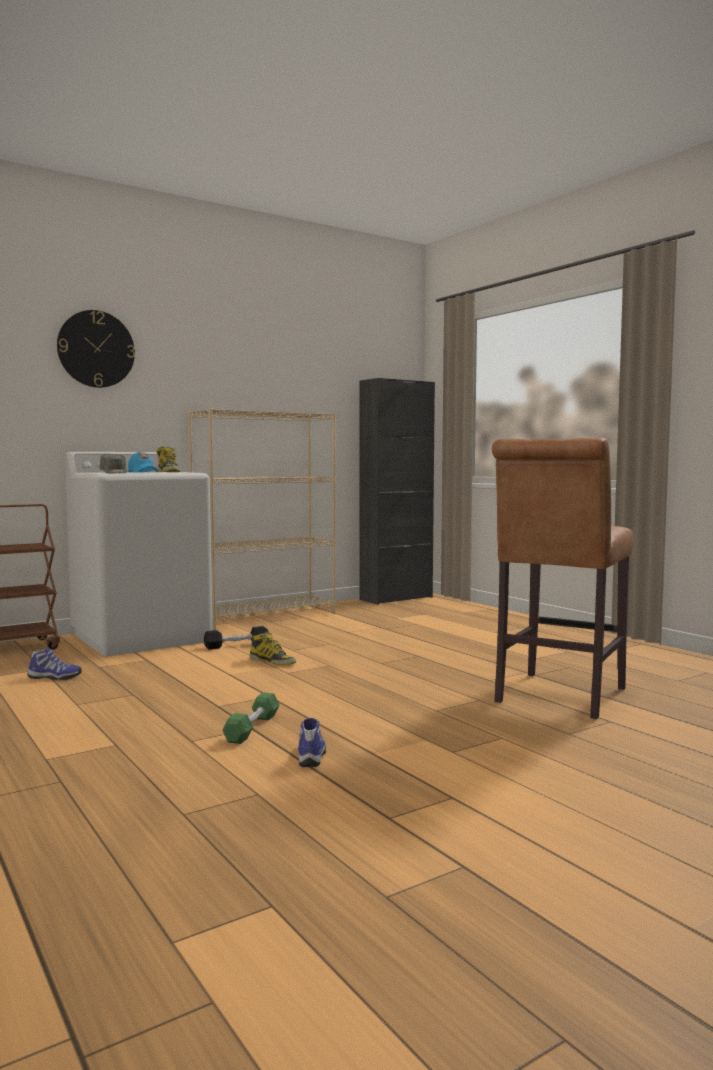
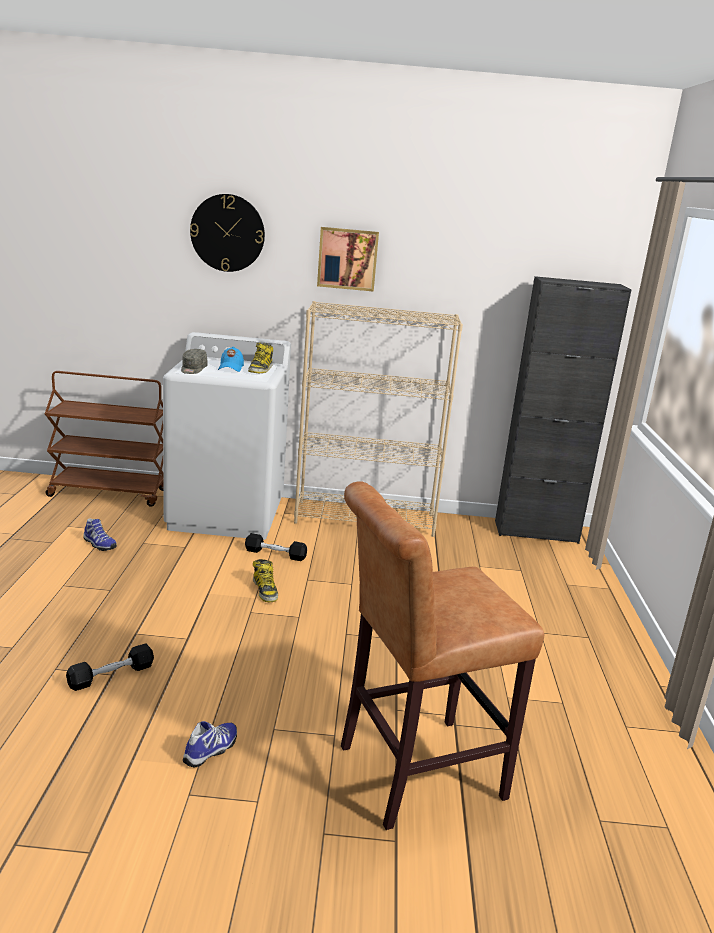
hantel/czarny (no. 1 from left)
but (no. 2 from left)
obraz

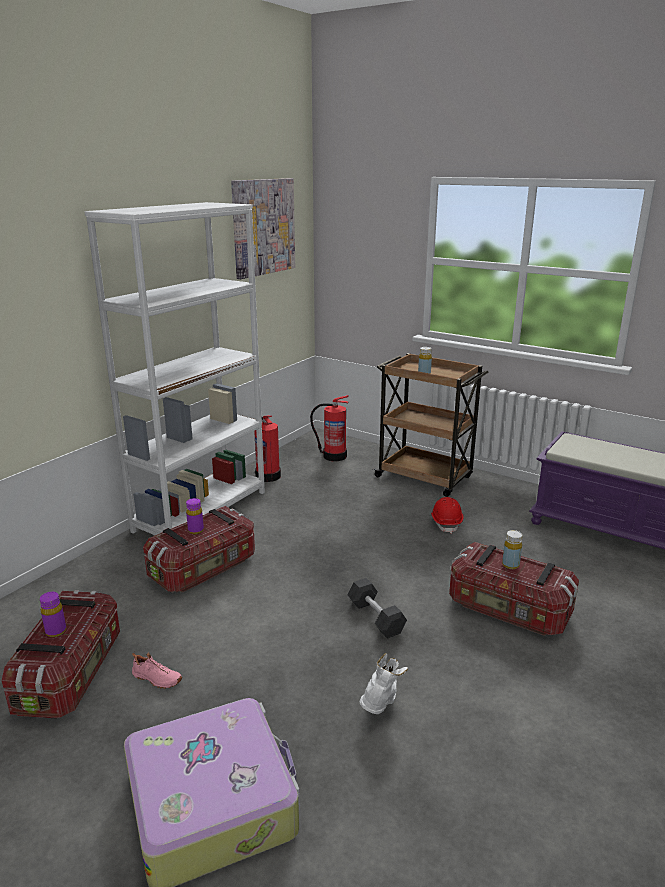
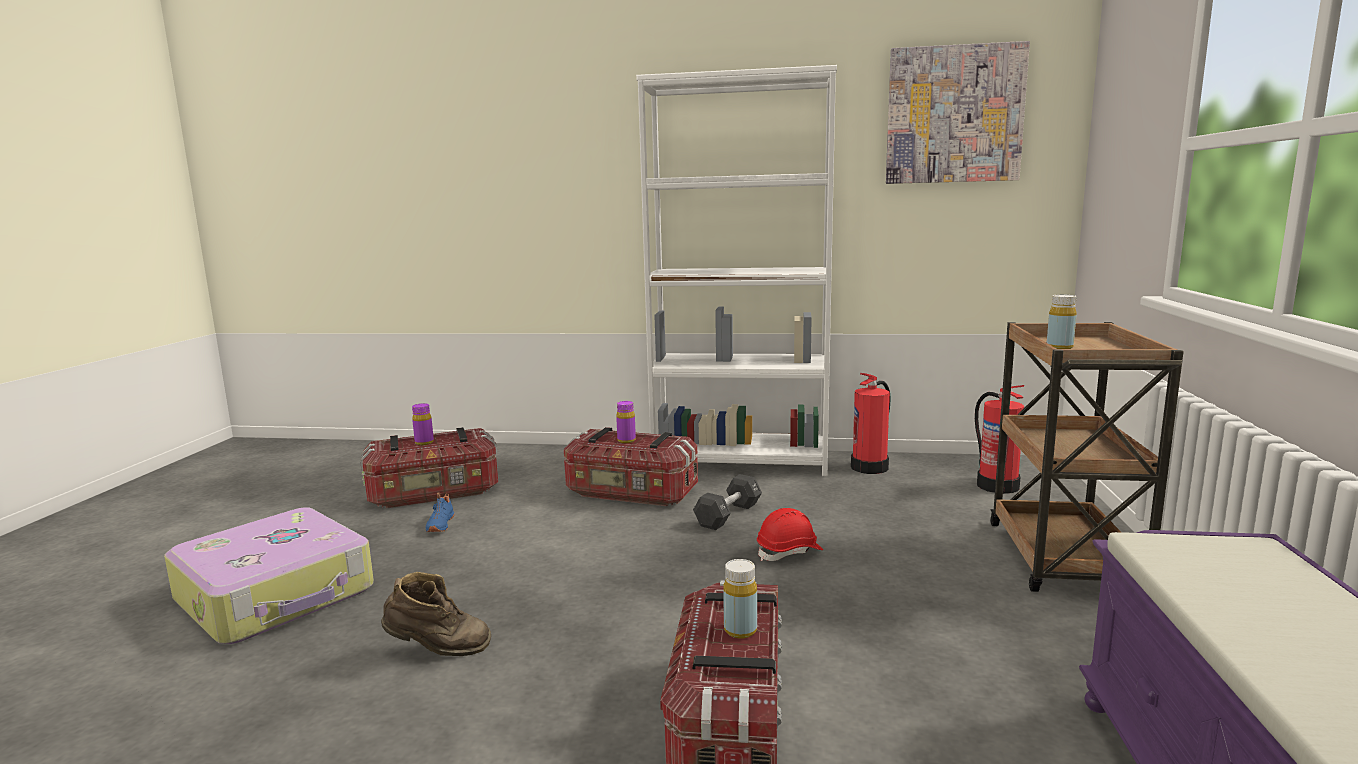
kask/czerwony
hantel/czarny
but/niebieski
but z cholewką/brązowy

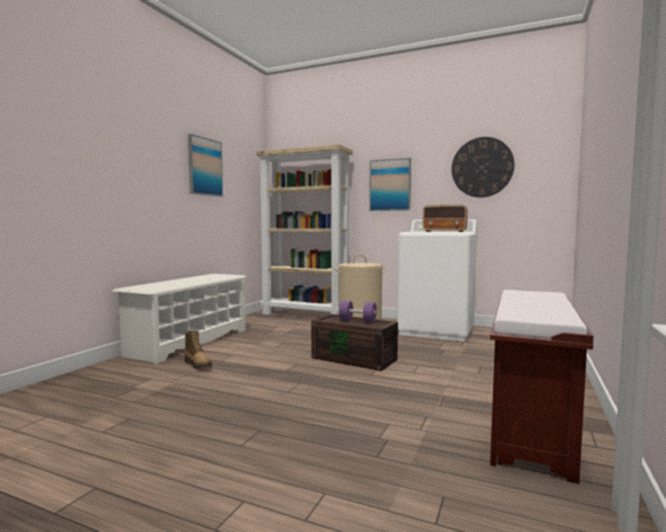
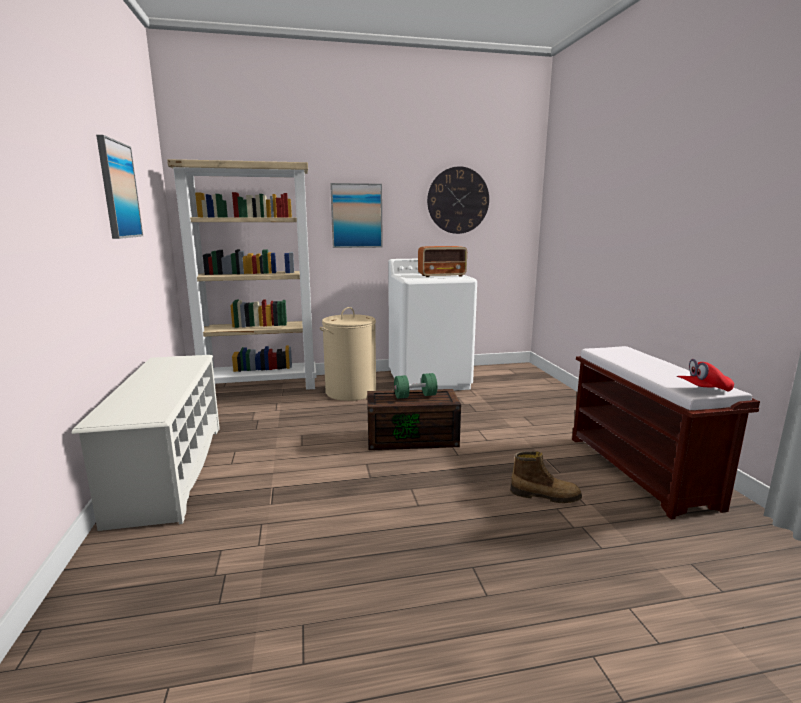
hantel/zielony
but z cholewką
czapka z daszkiem/czerwony

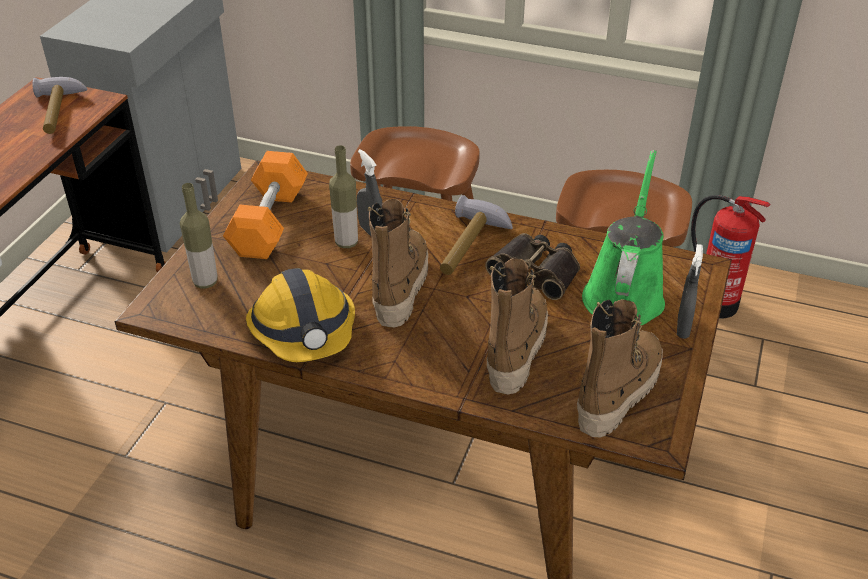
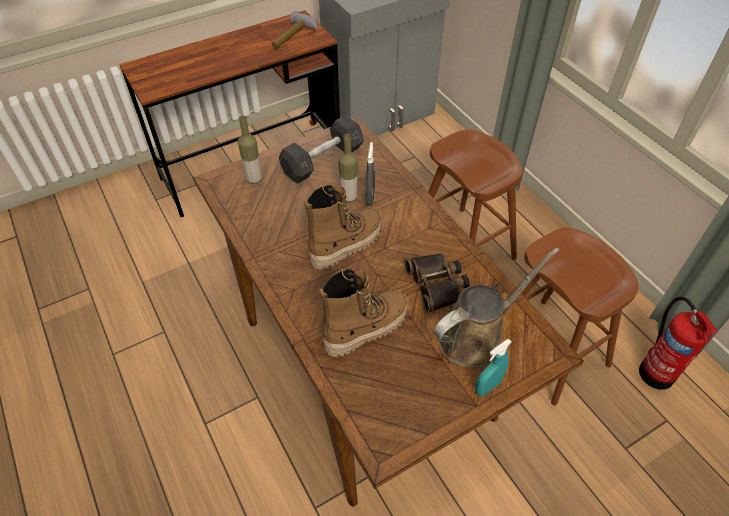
konewka/brązowy
hantel/szary
młotek (no. 2 from left in the first image)
spryskiwacz/turkusowy
kask
but z cholewką (no. 3 from left in the first image)

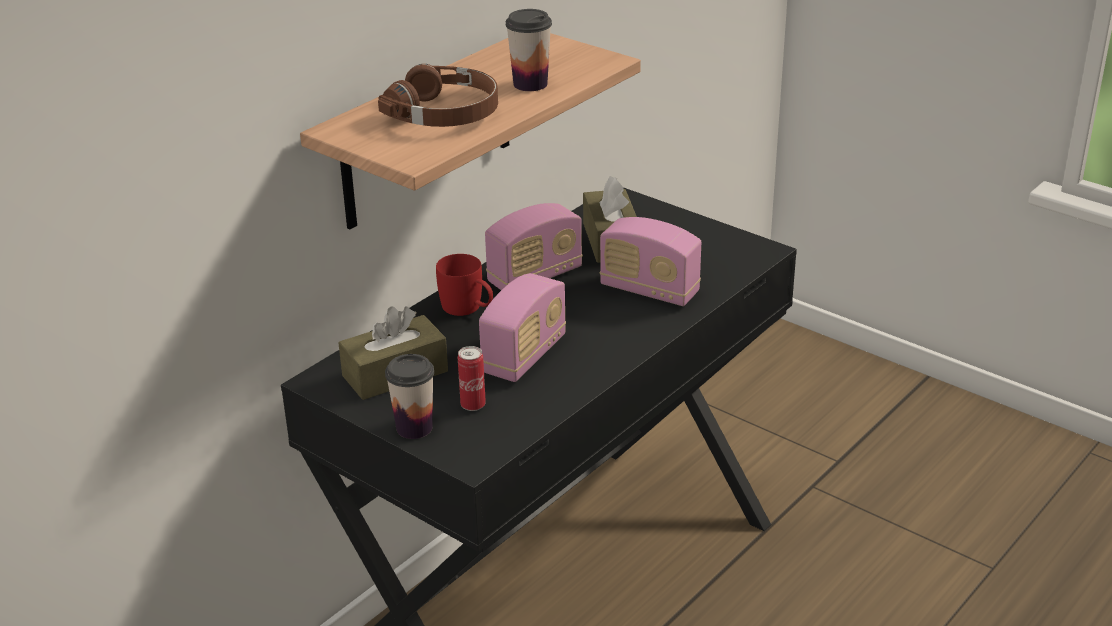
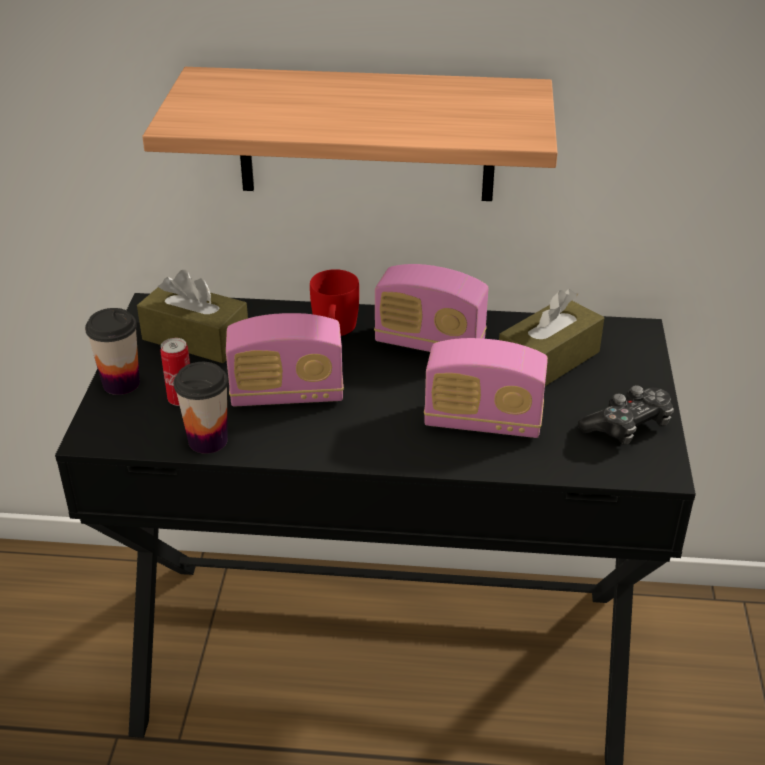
filiżanka (no. 2 from left)
słuchawki/brązowy
radio (no. 3 from left)
pad do gier

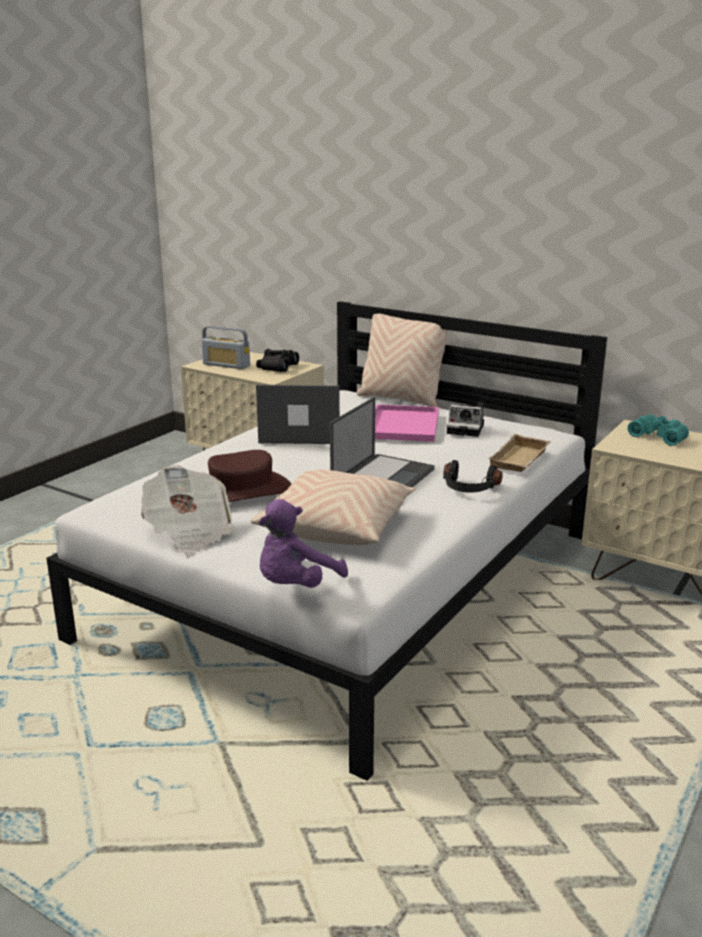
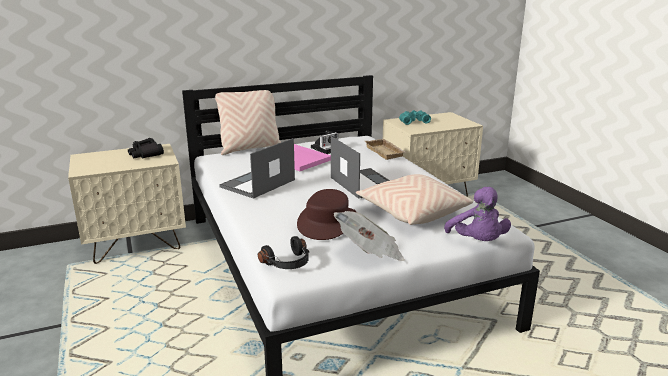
radio
słuchawki/czarny

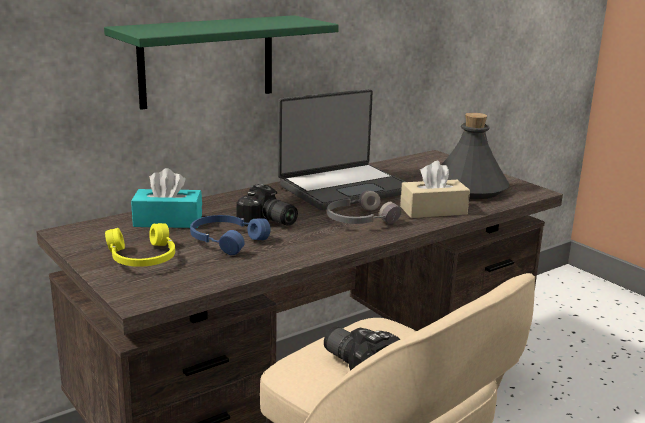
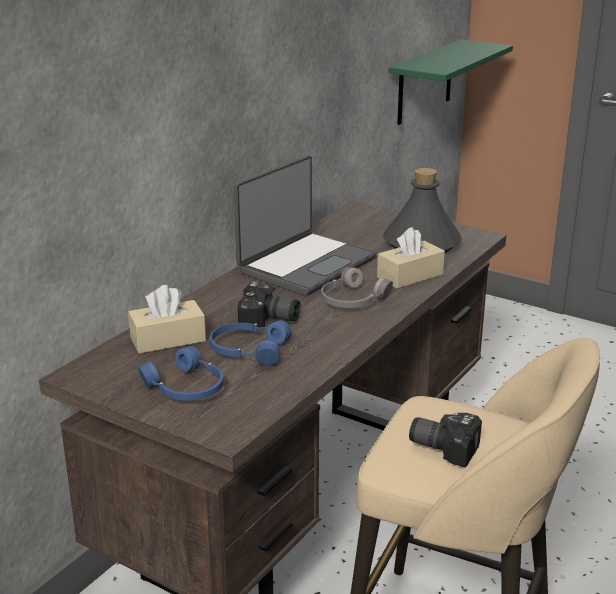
półka/zielony
pudełko chusteczek/beżowy (no. 1 from left)
słuchawki/niebieski (no. 1 from left)

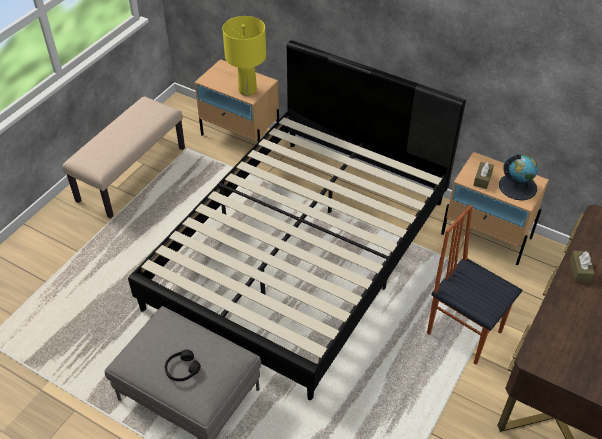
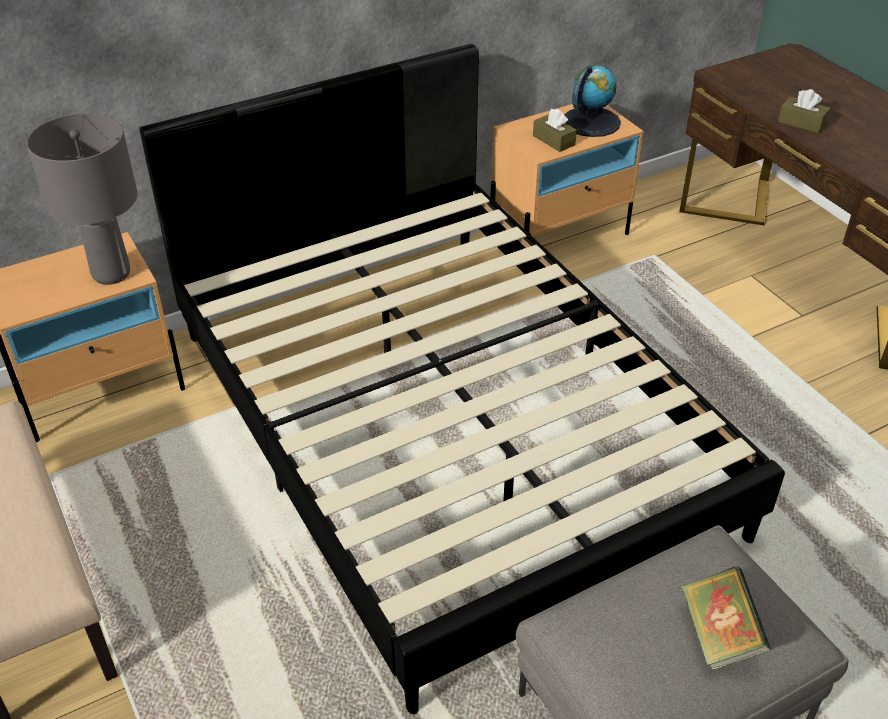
lampa stołowa/szary
krzesło
książka

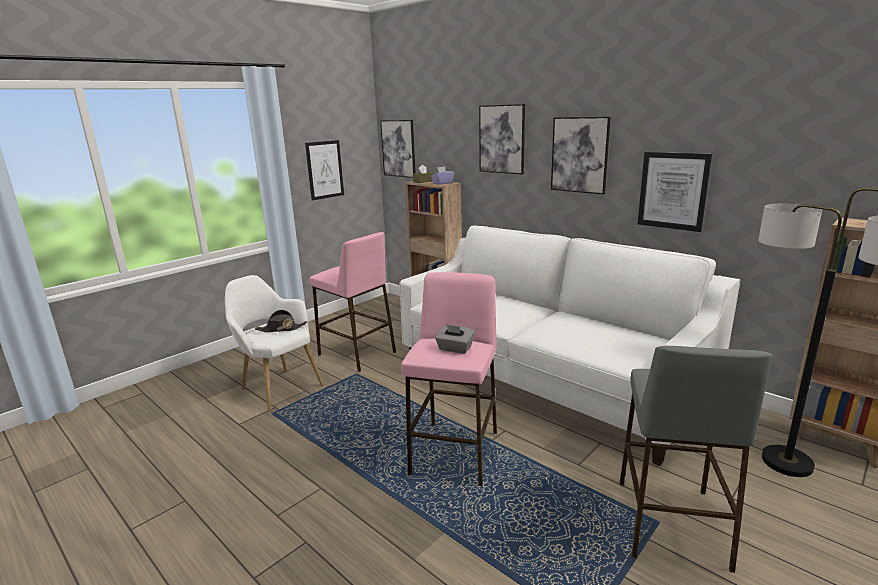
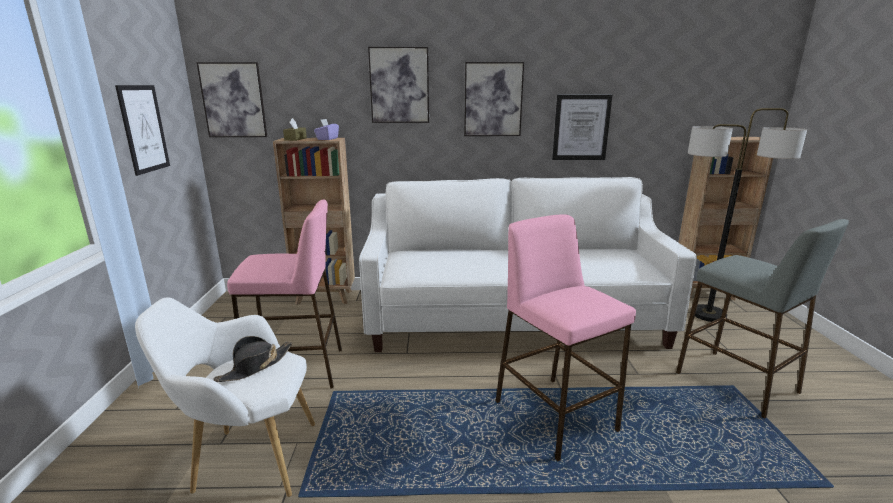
pudełko chusteczek/szary

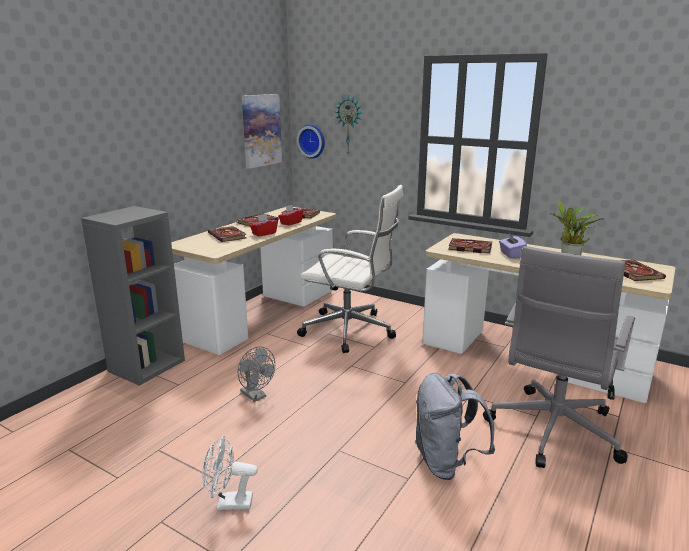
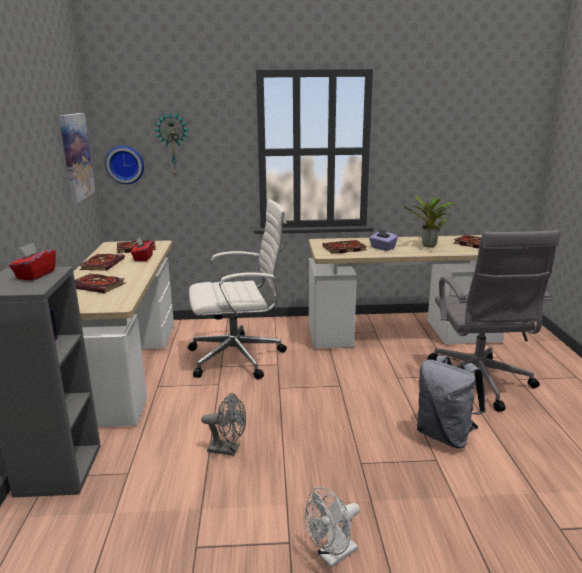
pudełko chusteczek/czerwony (no. 1 from left)

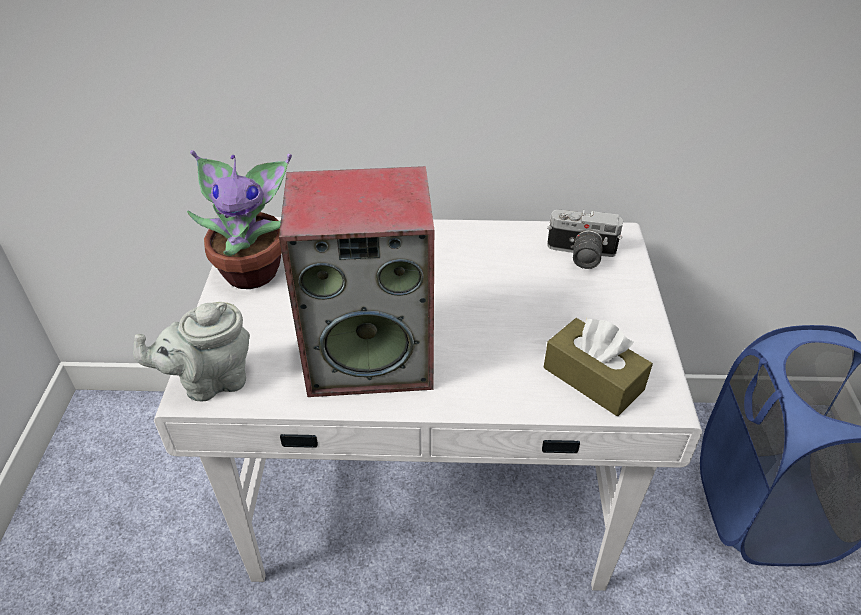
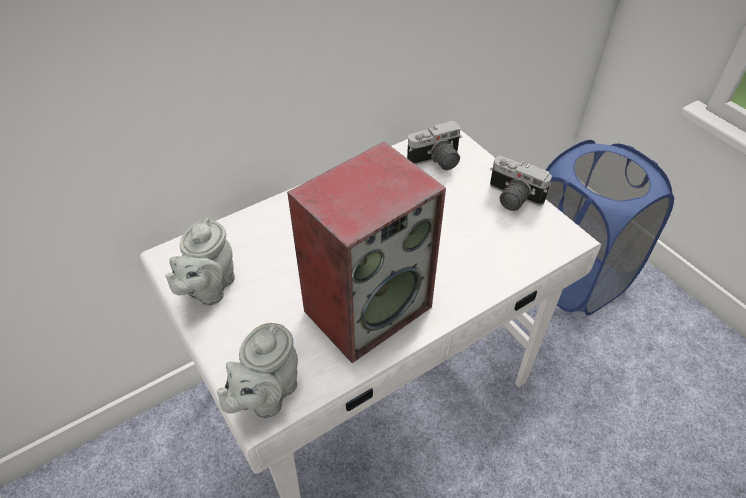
imbryk/szary (no. 1 from left)
pudełko chusteczek/brązowy
aparat fotograficzny (no. 2 from left)

